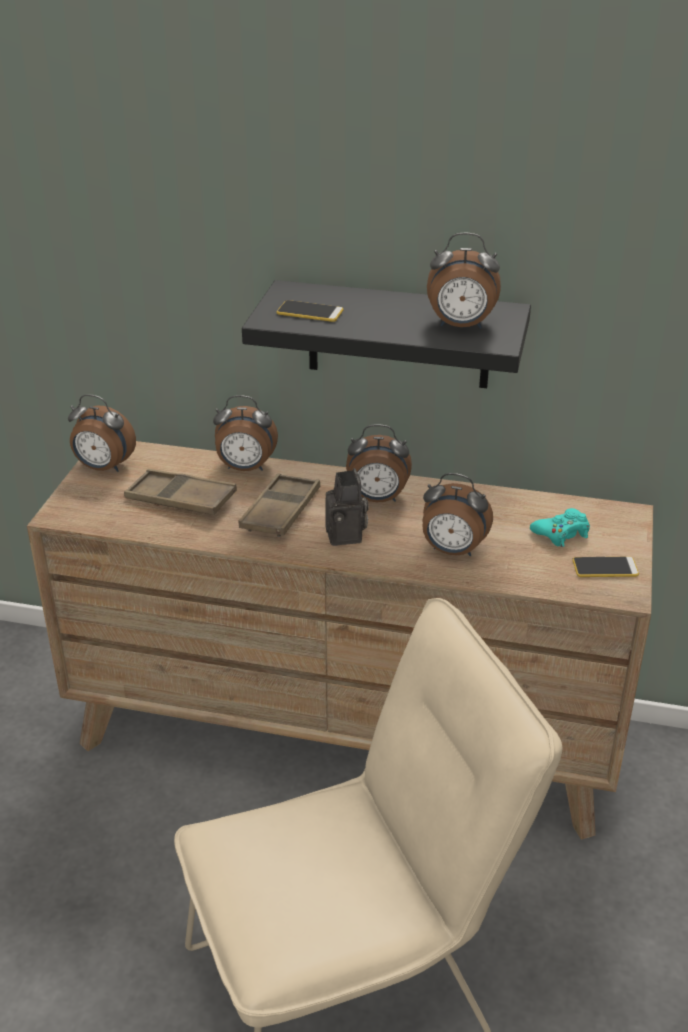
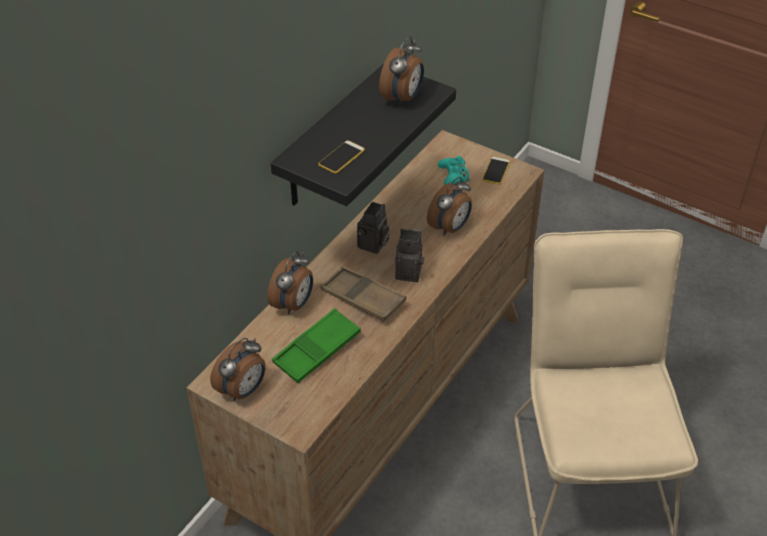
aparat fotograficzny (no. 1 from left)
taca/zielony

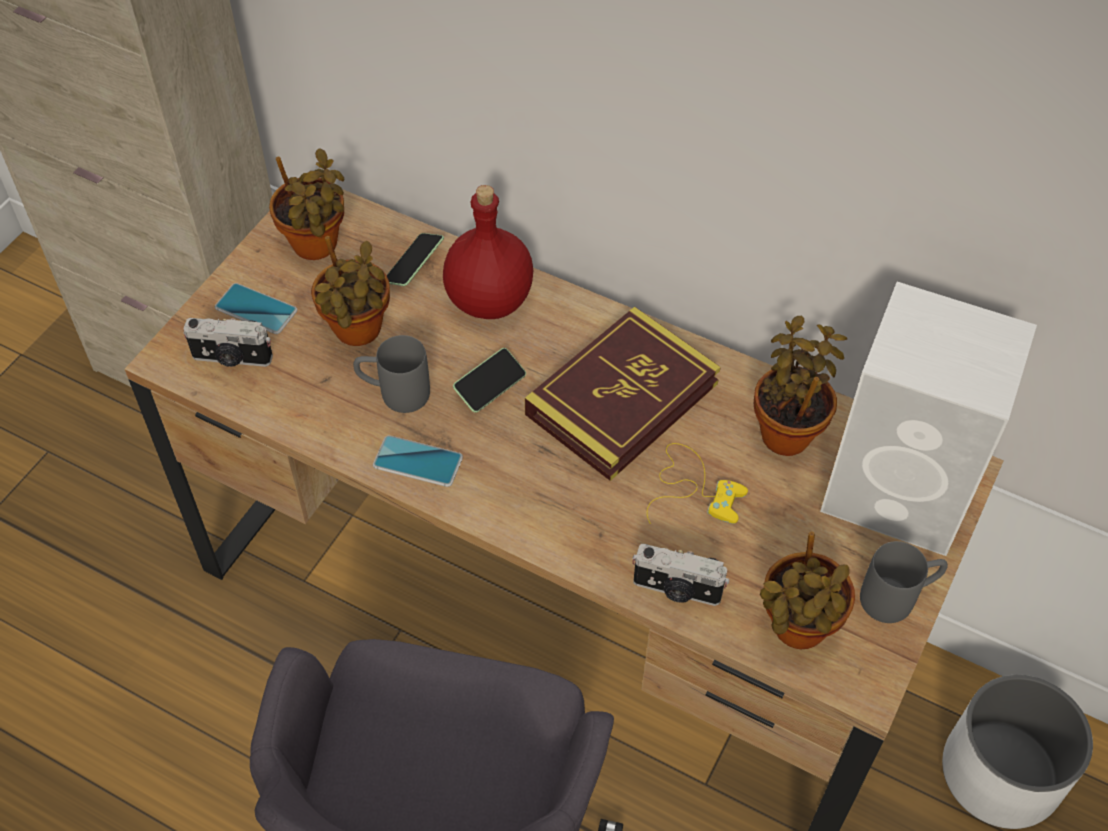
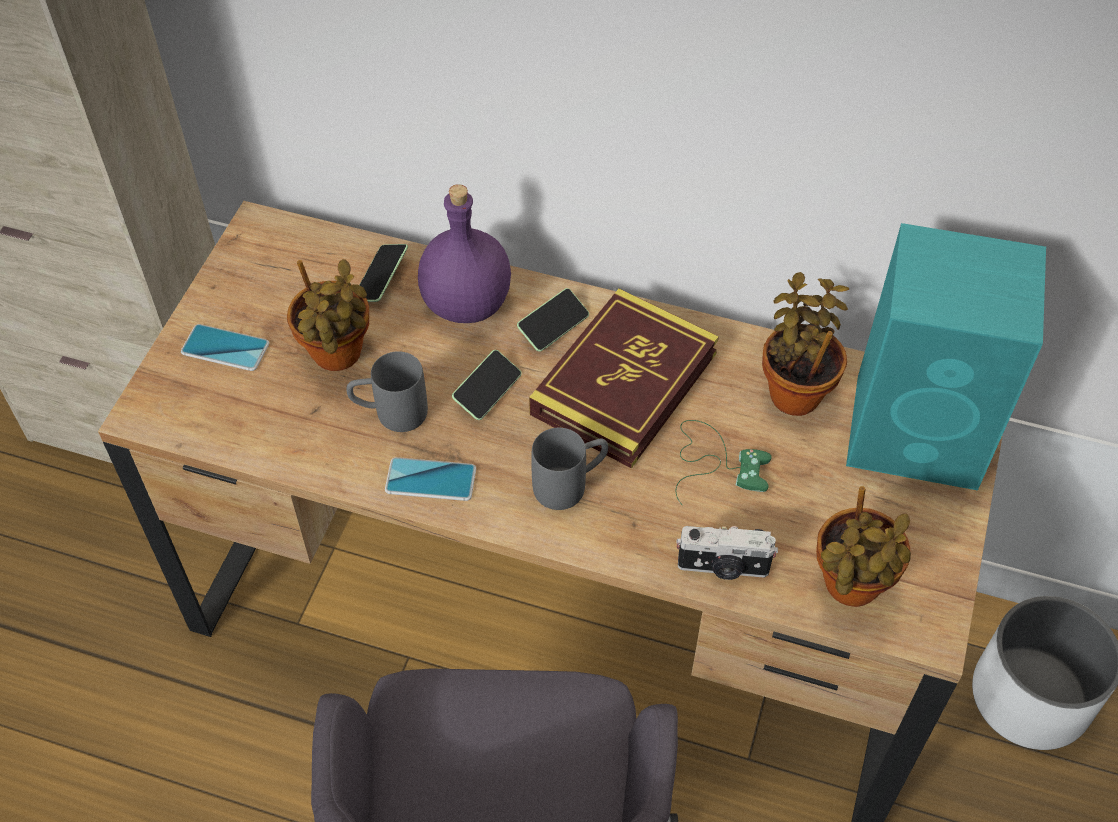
roślina doniczkowa (no. 1 from left in the first image)
butelka/fioletowy
głośnik/turkusowy
aparat fotograficzny (no. 1 from left in the first image)
pad do gier/zielony
kubek/szary (no. 2 from left)
telefon (no. 5 from left)

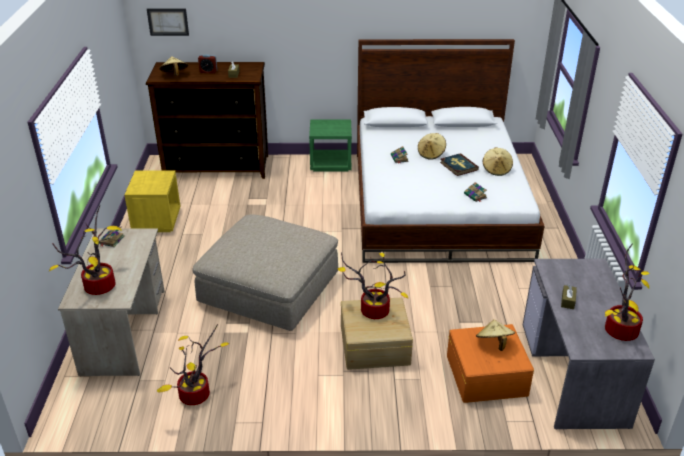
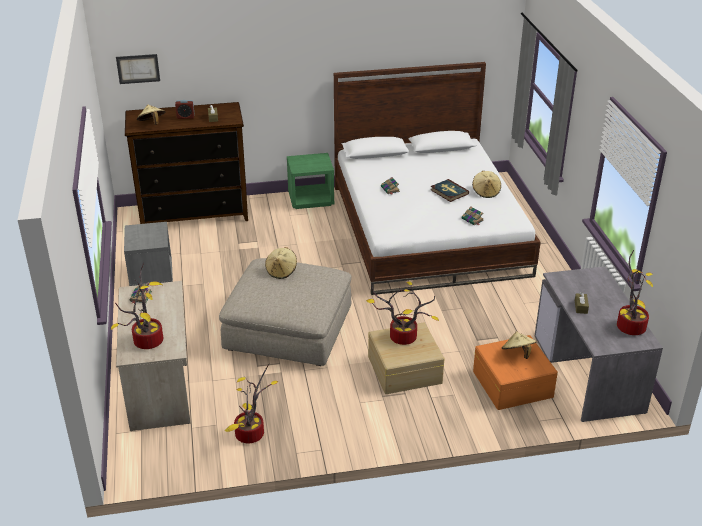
kapelusz/beżowy (no. 2 from left)
szafka nocna/szary

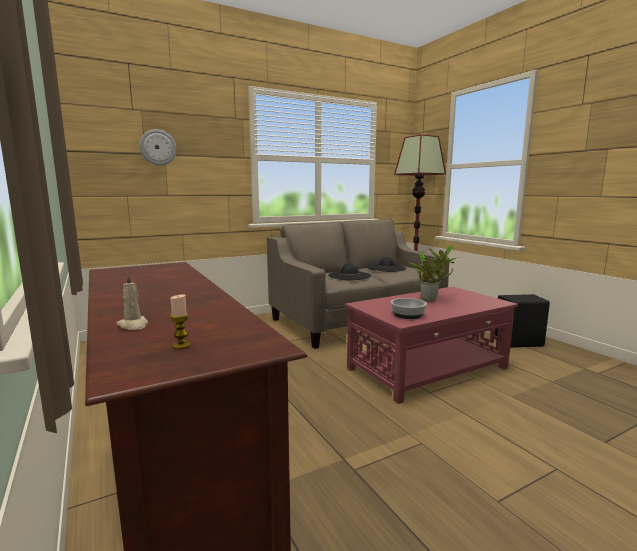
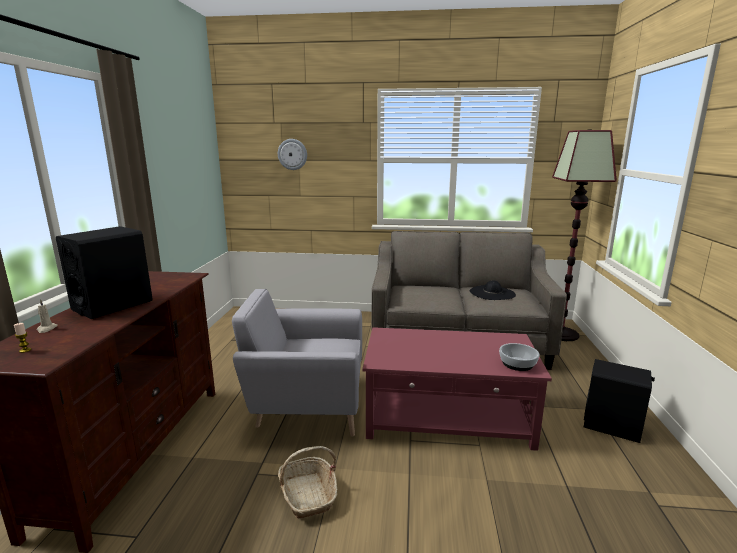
roślina doniczkowa
kapelusz/czarny (no. 1 from left in the first image)
miska
głośnik/czarny (no. 1 from left)
fotel/szary
koszyk

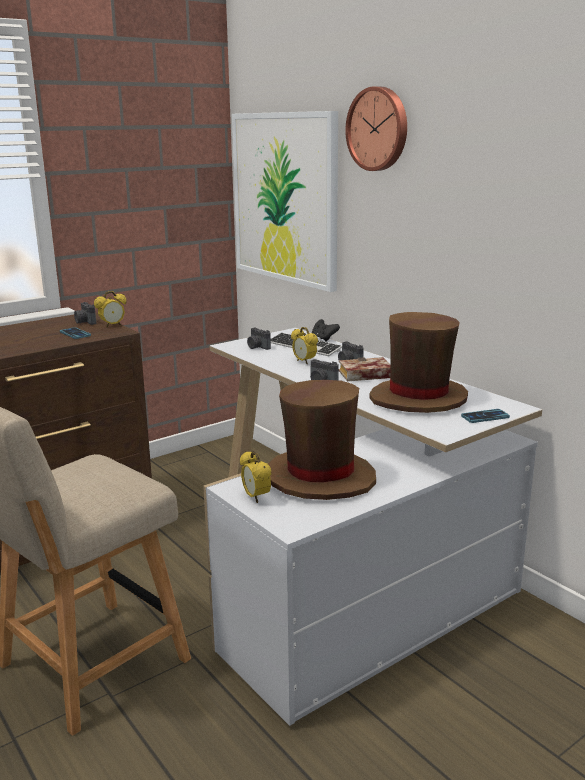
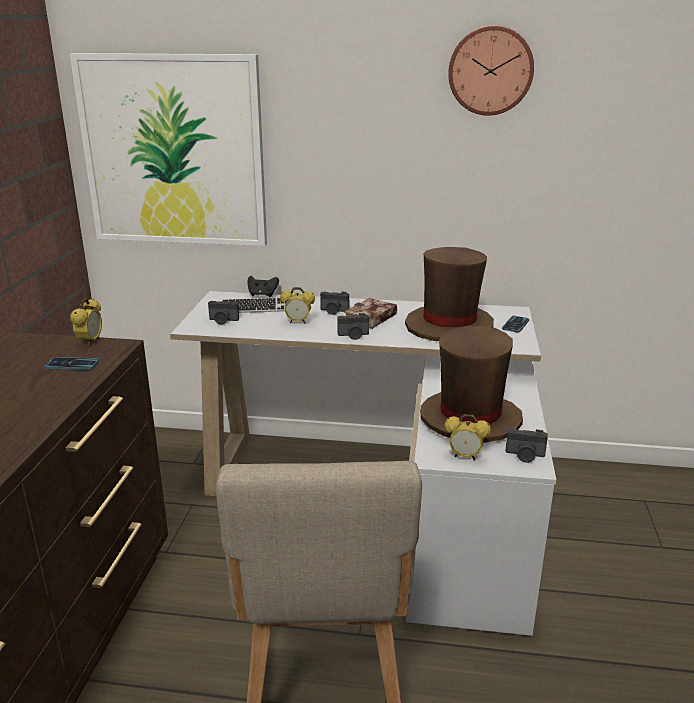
zegar ścienny
aparat fotograficzny (no. 4 from left)

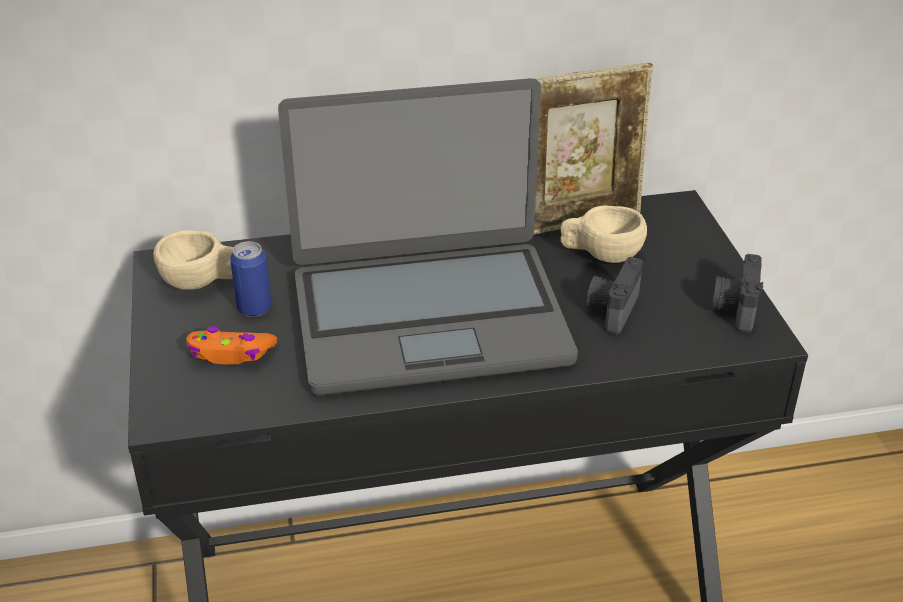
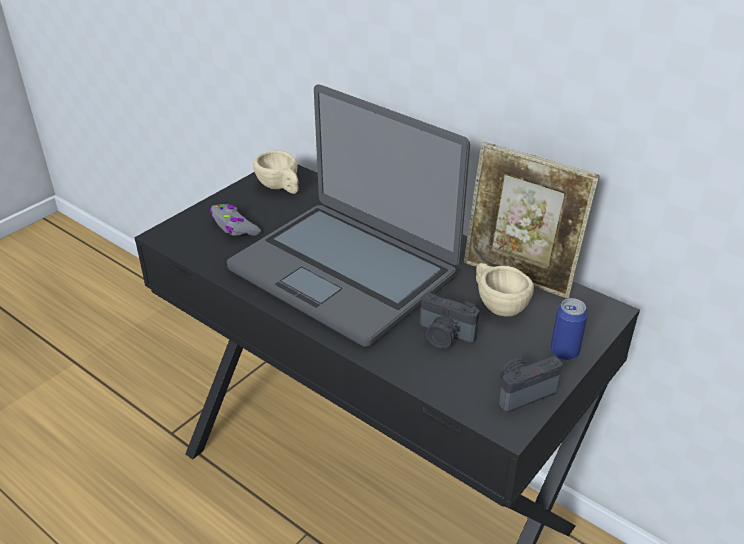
puszka
aparat fotograficzny (no. 1 from left)
pad do gier/szary

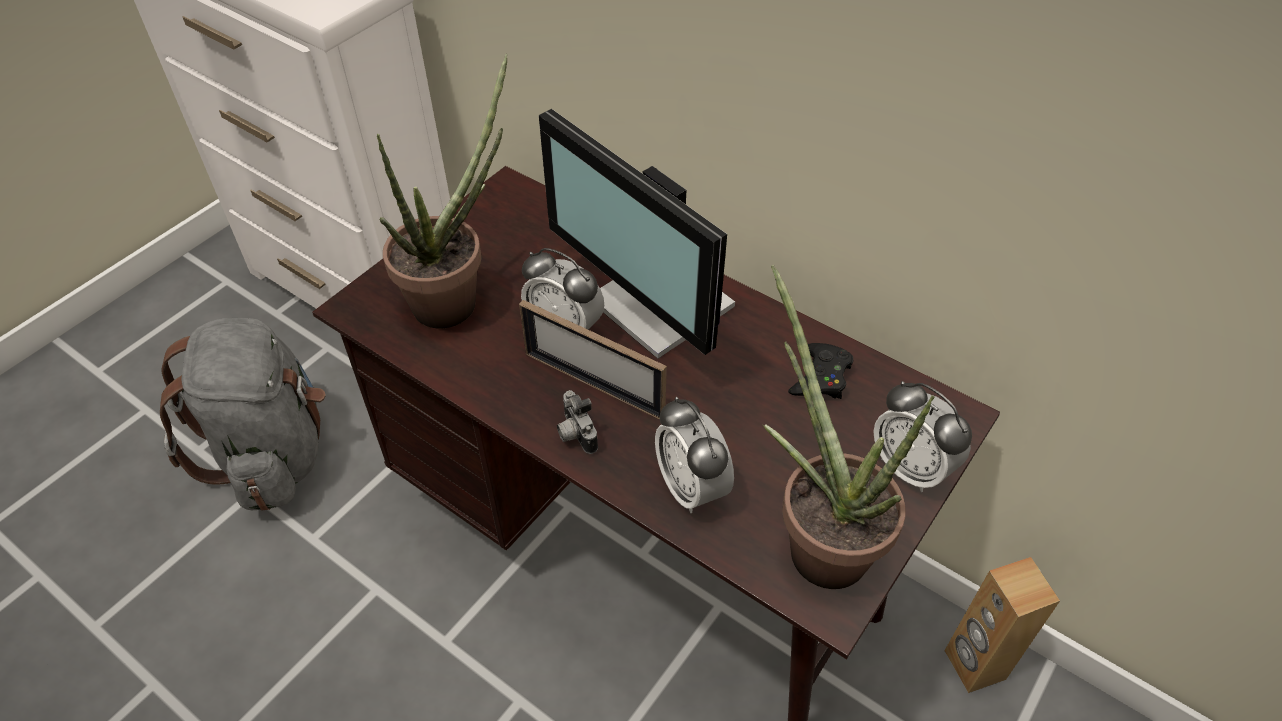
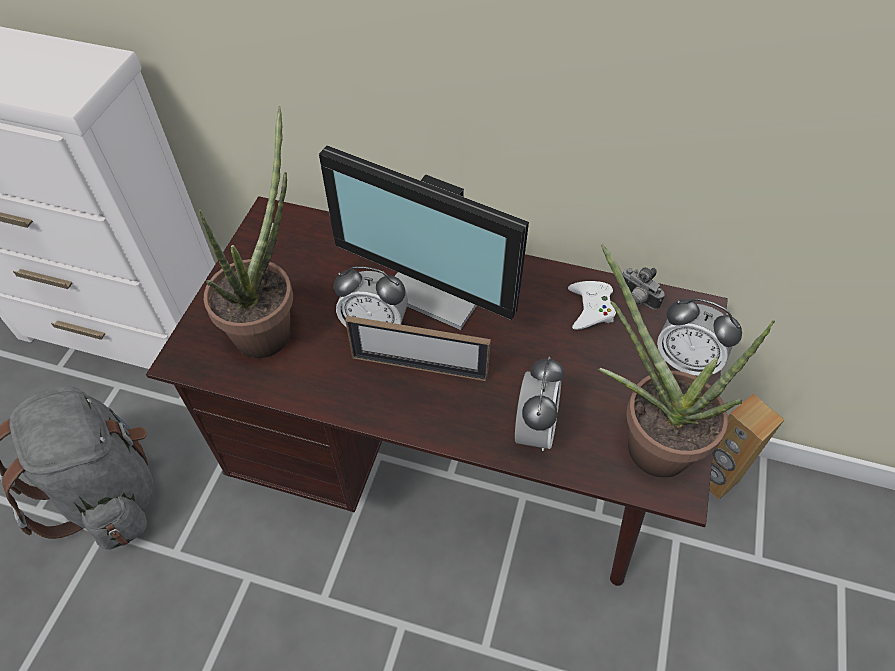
pad do gier/biały
aparat fotograficzny
budzik (no. 2 from left)

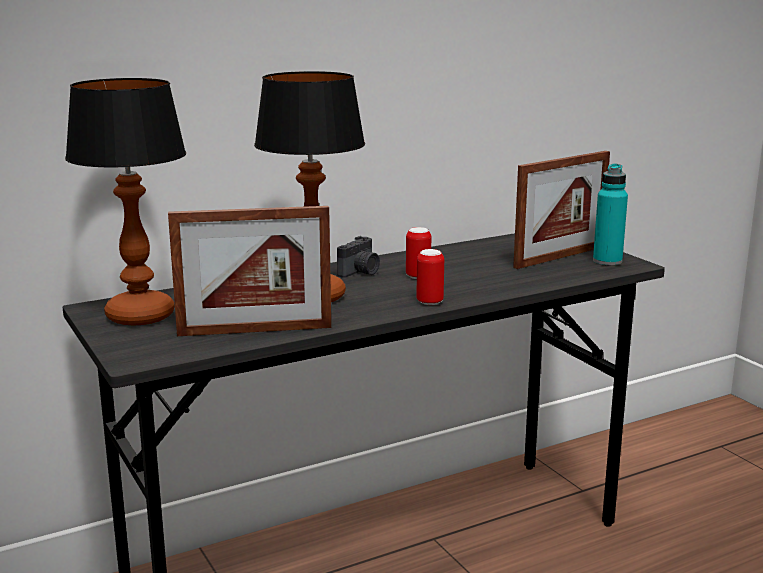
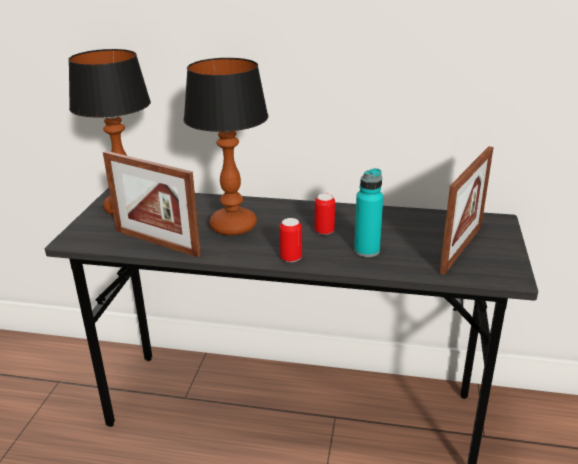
ramka na zdjęcie (no. 2 from left)
butelka/turkusowy
aparat fotograficzny

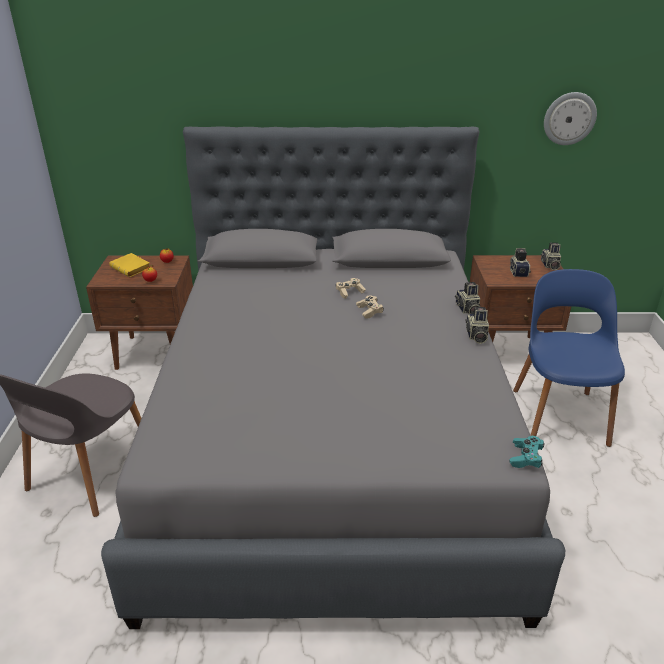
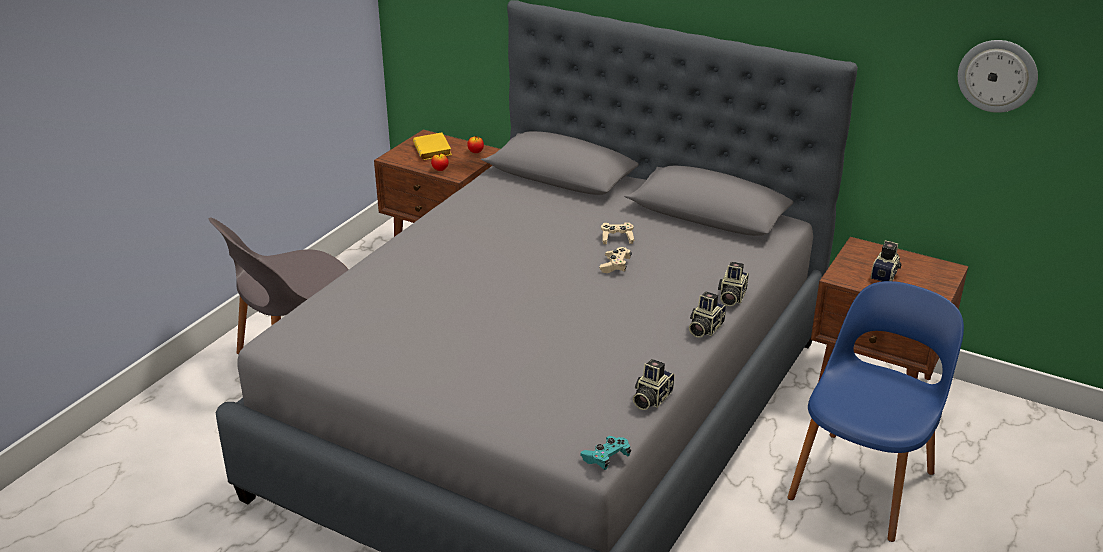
aparat fotograficzny (no. 1 from left)

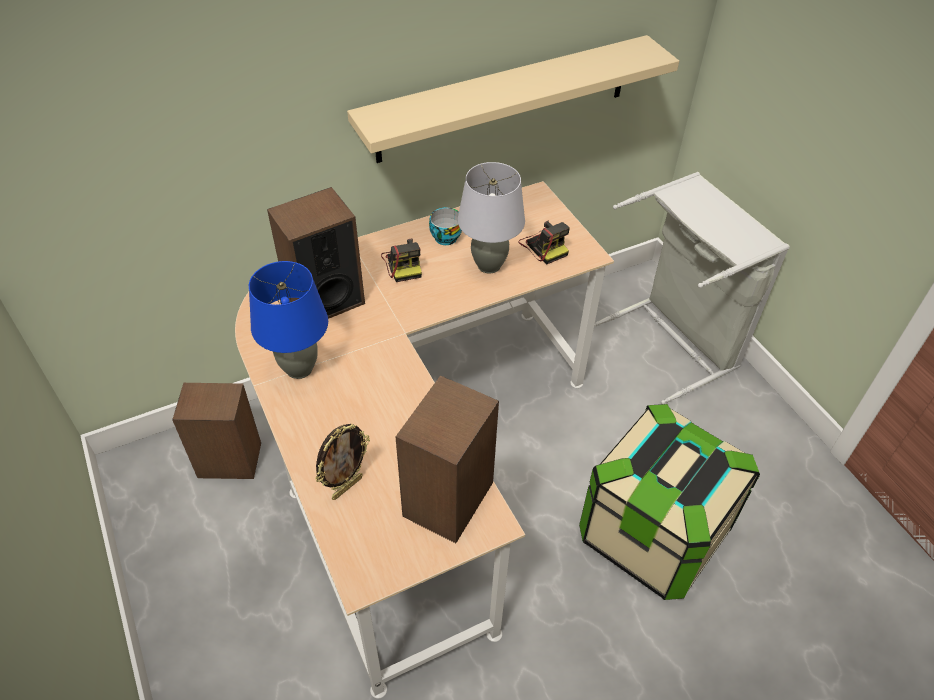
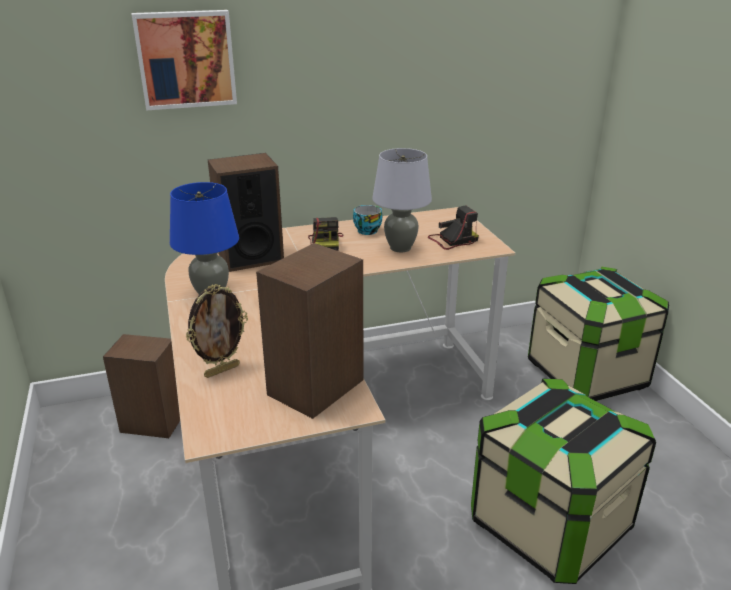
półka/beżowy
pojemnik do przechowywania (no. 2 from left)
aparat fotograficzny (no. 2 from left)
obraz

